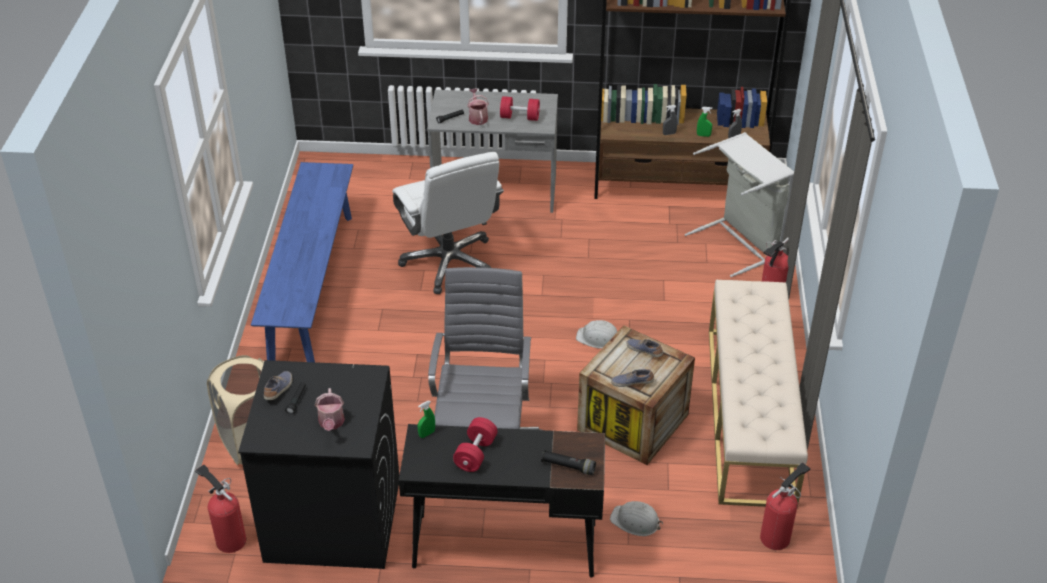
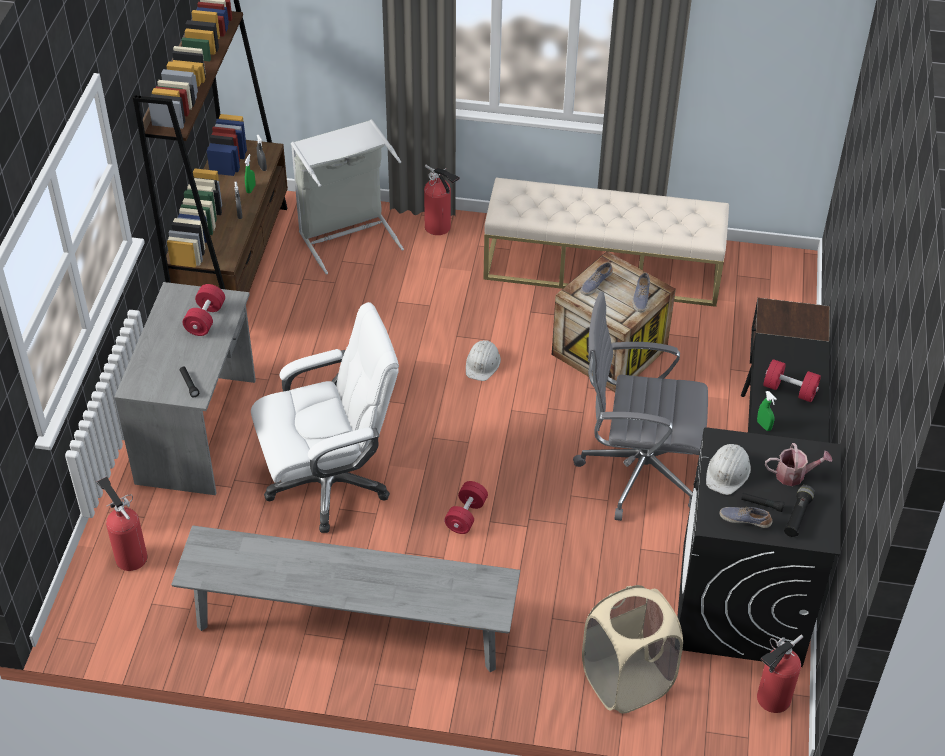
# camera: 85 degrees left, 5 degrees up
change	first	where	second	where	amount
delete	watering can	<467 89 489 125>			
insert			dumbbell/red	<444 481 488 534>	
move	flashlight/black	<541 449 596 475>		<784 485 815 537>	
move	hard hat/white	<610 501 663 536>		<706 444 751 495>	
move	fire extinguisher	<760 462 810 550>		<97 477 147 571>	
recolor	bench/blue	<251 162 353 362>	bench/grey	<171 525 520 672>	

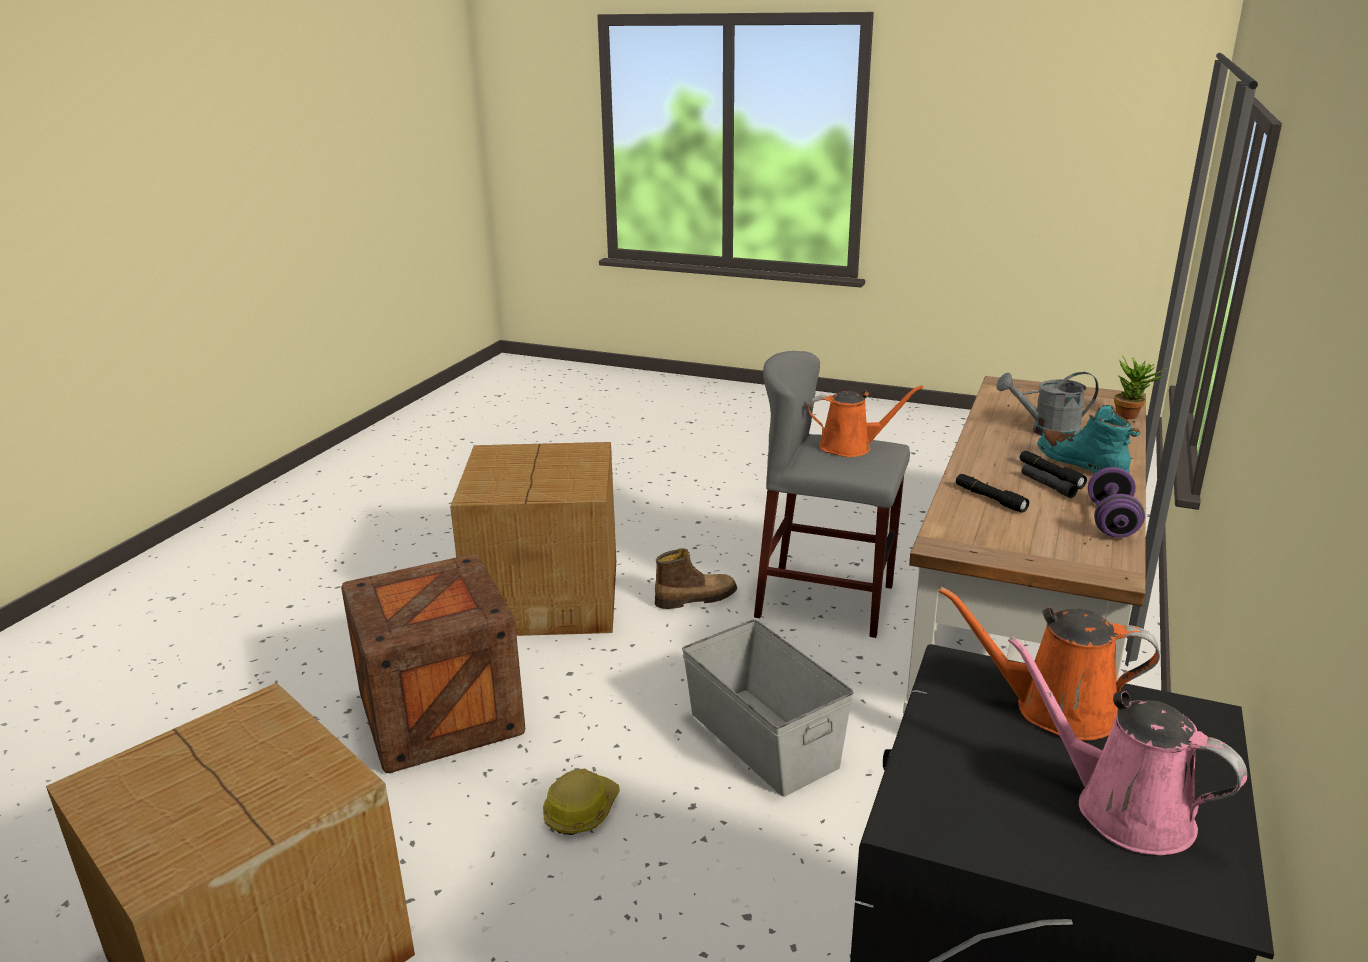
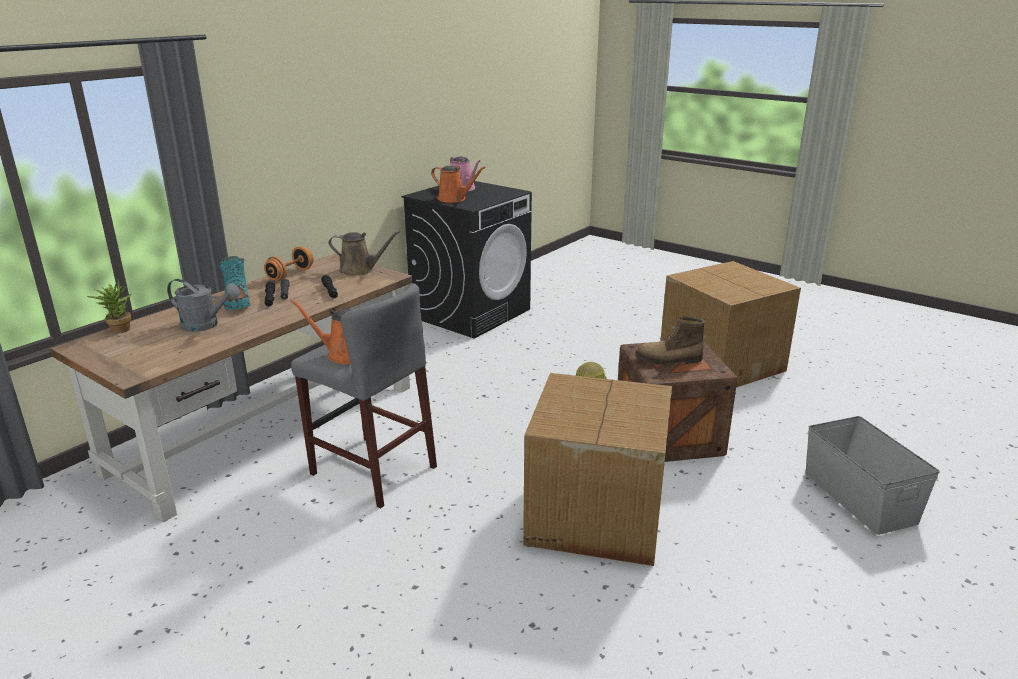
# camera: 165 degrees left, 0 degrees up
change	first	where	second	where	amount
insert			watering can/brown	<329 231 400 276>	
move	boot	<655 549 737 609>		<635 316 705 365>	
move	storage box/grey	<682 619 854 797>		<806 416 940 535>	
recolor	dumbbell/purple	<1088 467 1145 538>	dumbbell/orange	<264 246 313 281>	

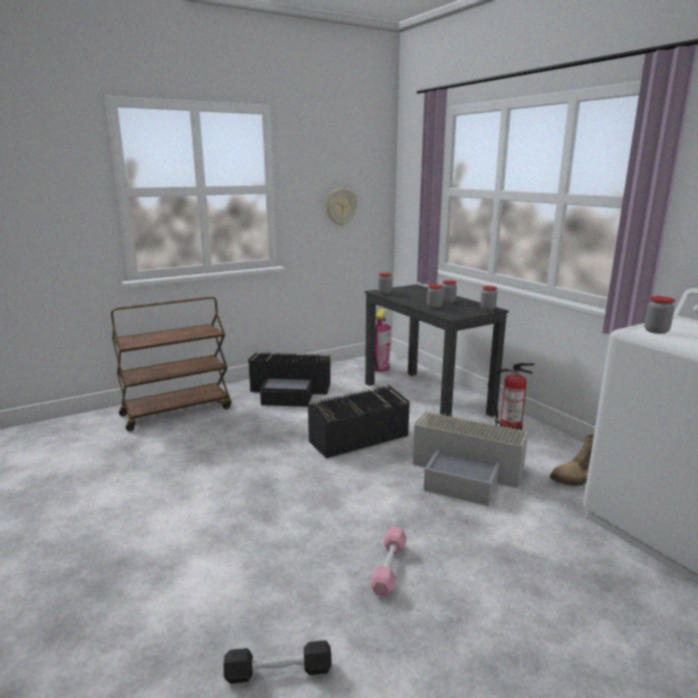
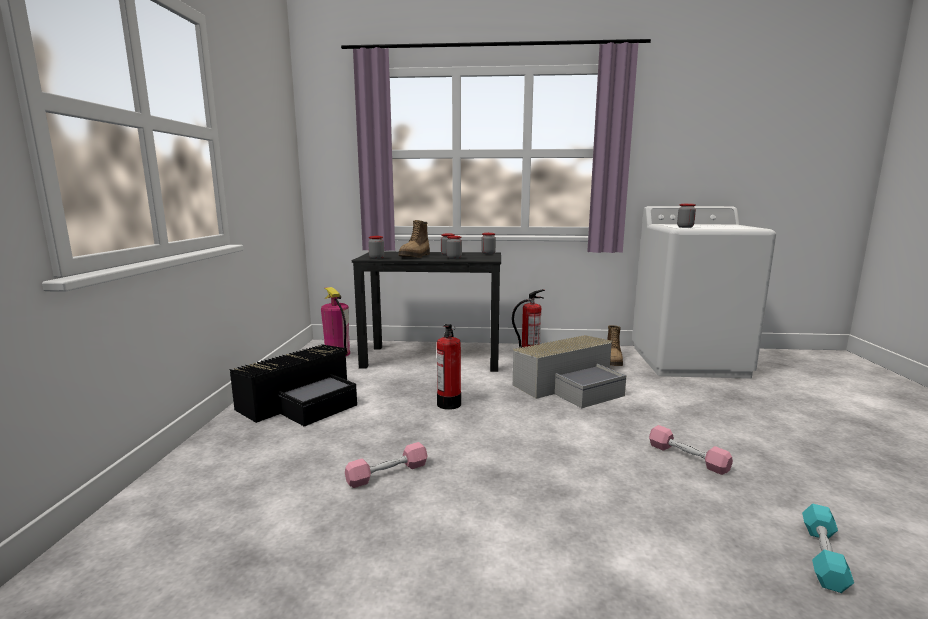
# camera: 55 degrees left, 5 degrees down
change	first	where	second	where	amount
delete	cart/brown	<111 297 231 431>			
delete	wall clock	<325 188 357 226>			
insert			dumbbell/pink	<345 442 428 488>	
insert			boot	<398 220 430 258>	
replace	storage box/black	<308 385 410 458>	fire extinguisher	<437 324 461 410>	
recolor	dumbbell/black	<224 640 332 684>	dumbbell/turquoise	<802 503 854 593>	

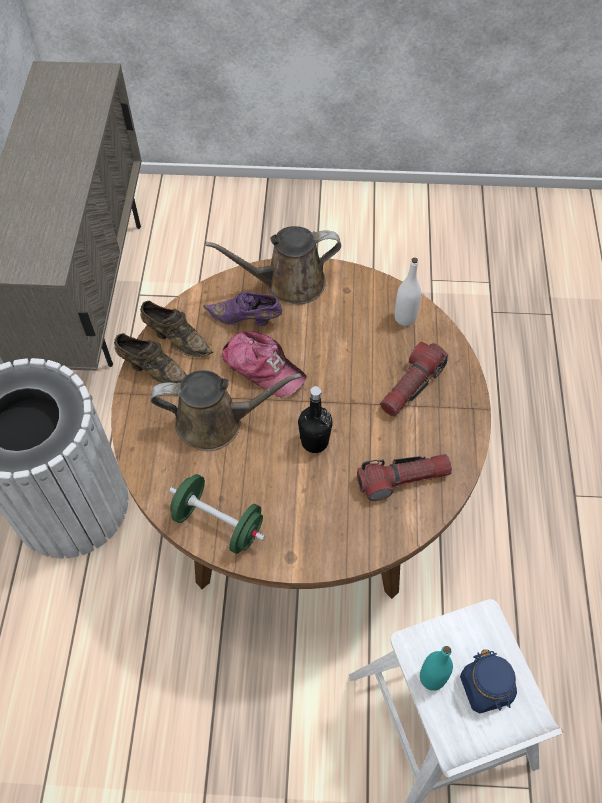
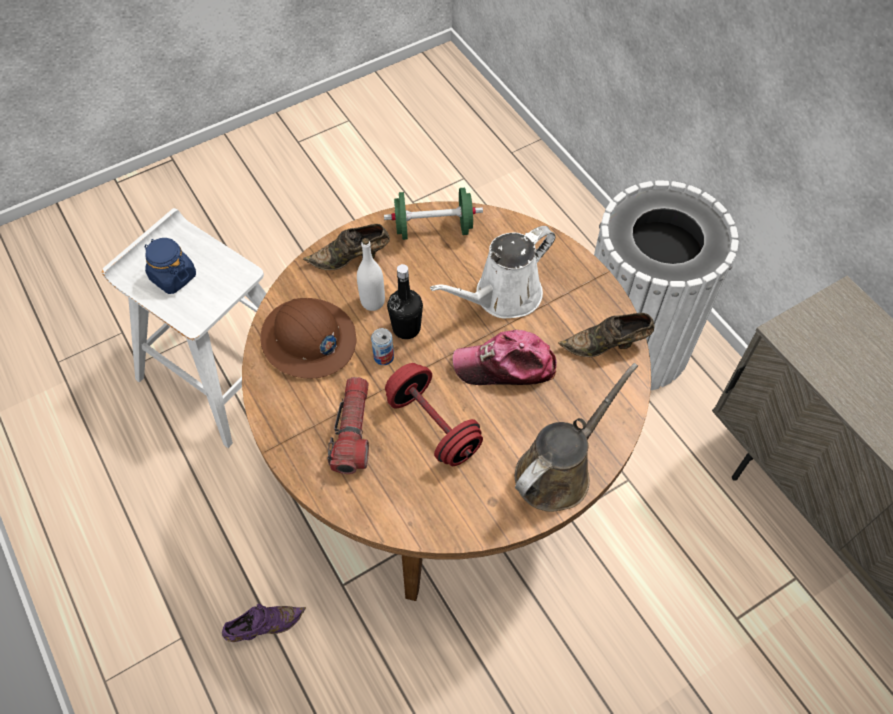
# camera: 145 degrees right, 0 degrees up
change	first	where	second	where	amount
delete	bottle/turquoise	<420 646 453 691>			
insert			can	<371 328 394 365>	
insert			dumbbell/red	<385 363 483 466>	
move	shoe/brown	<114 333 186 384>		<303 224 390 270>	
move	shoe/purple	<203 292 282 326>		<222 604 306 642>	
move	bottle/white	<394 258 421 326>		<357 238 385 311>	
replace	flashlight	<357 454 452 501>	hard hat/brown	<261 298 357 379>	
recolor	watering can/brown	<151 370 301 451>	watering can/white	<430 226 555 319>	

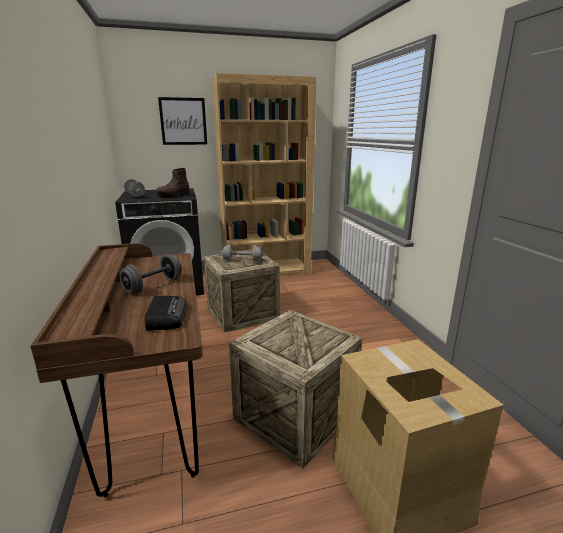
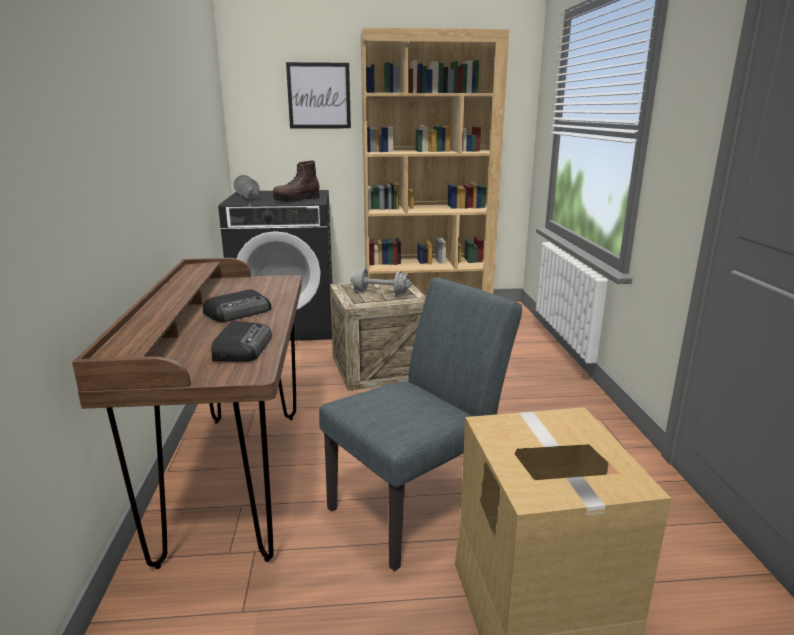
# camera: 10 degrees right, 0 degrees up
change	first	where	second	where	amount
replace	dumbbell/grey	<120 254 182 294>	radio	<203 289 272 322>	
replace	crate	<229 310 362 469>	chair/grey	<319 277 522 571>	

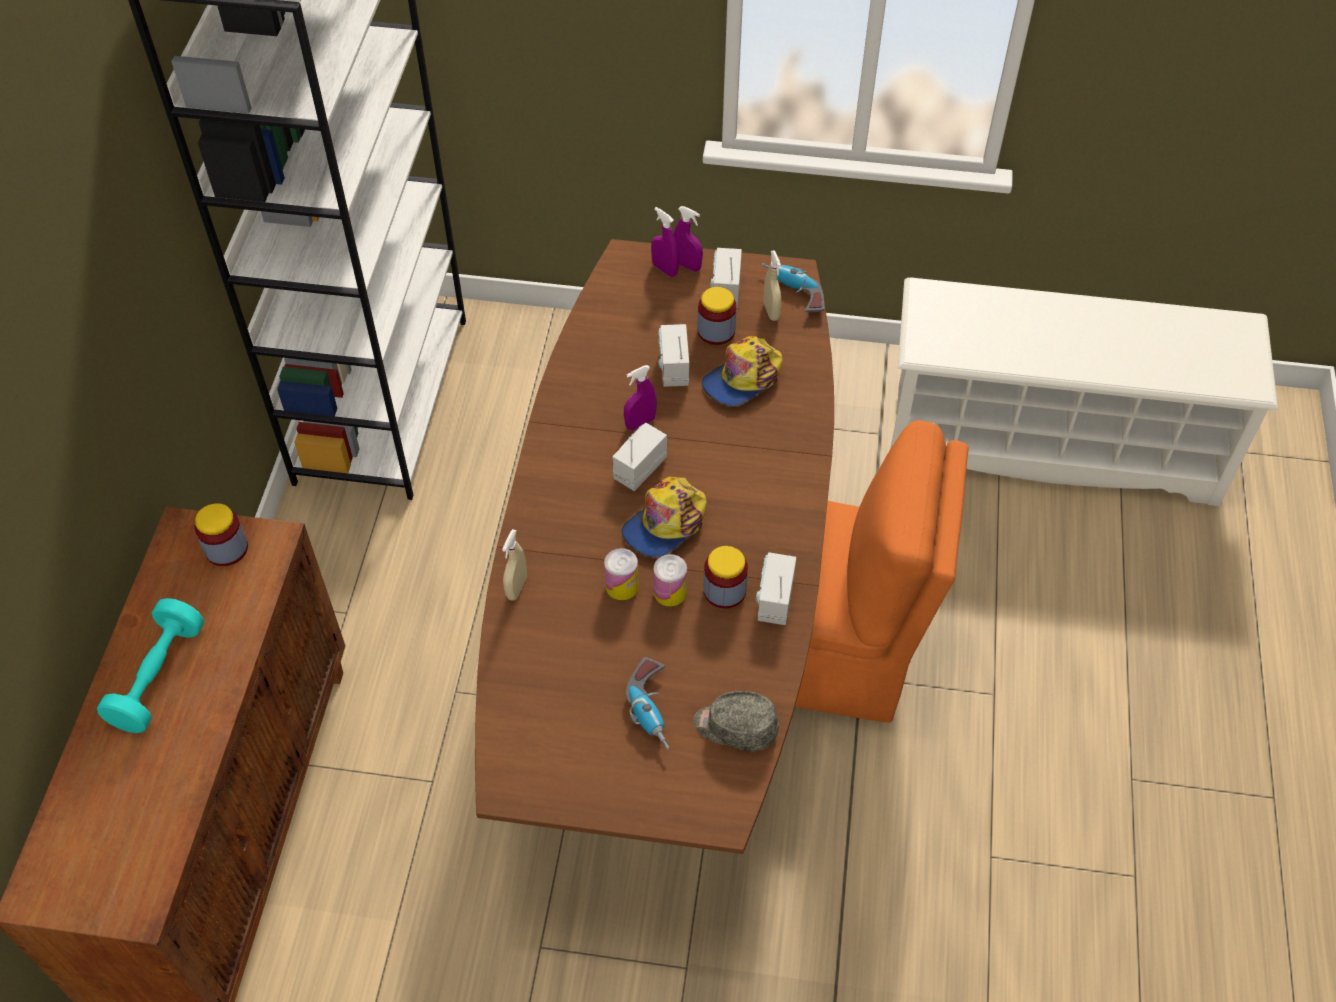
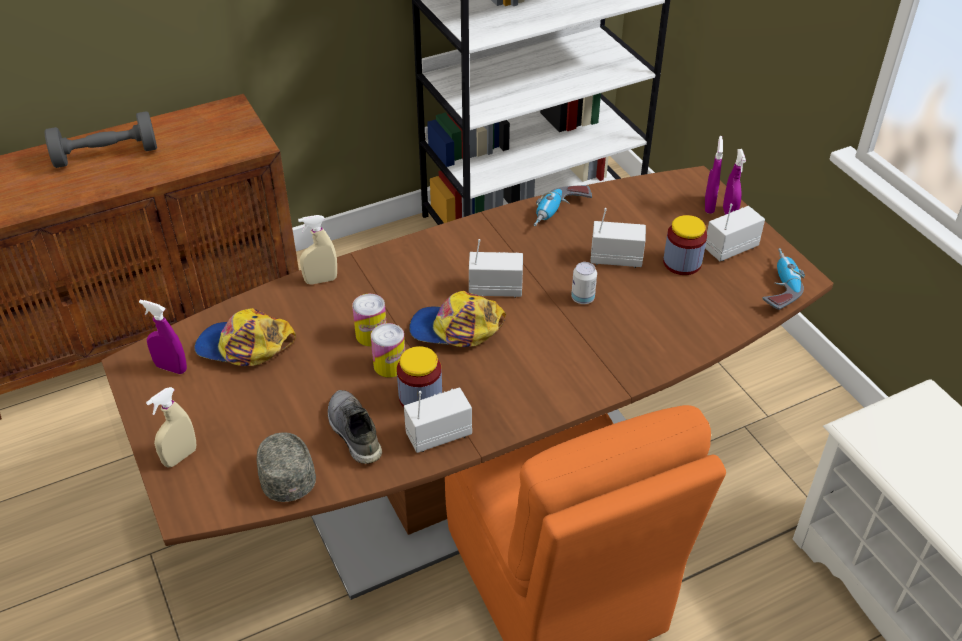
# camera: 55 degrees right, 10 degrees down
change	first	where	second	where	amount
delete	jar	<194 503 248 566>			
insert			shoe/grey	<328 390 382 464>	
insert			can	<571 262 597 304>	
move	spray bottle/purple	<624 365 657 430>		<139 300 187 374>	
move	power drill	<626 657 670 750>		<533 185 592 226>	
move	cap	<702 336 783 406>		<194 308 296 366>	
move	spray bottle/beige	<764 250 781 321>		<146 387 196 468>	
recolor	dumbbell/turquoise	<97 598 204 733>	dumbbell/grey	<44 111 157 168>	
rotate	radio	<658 324 689 387>		<591 208 646 268>	45 degrees clockwise

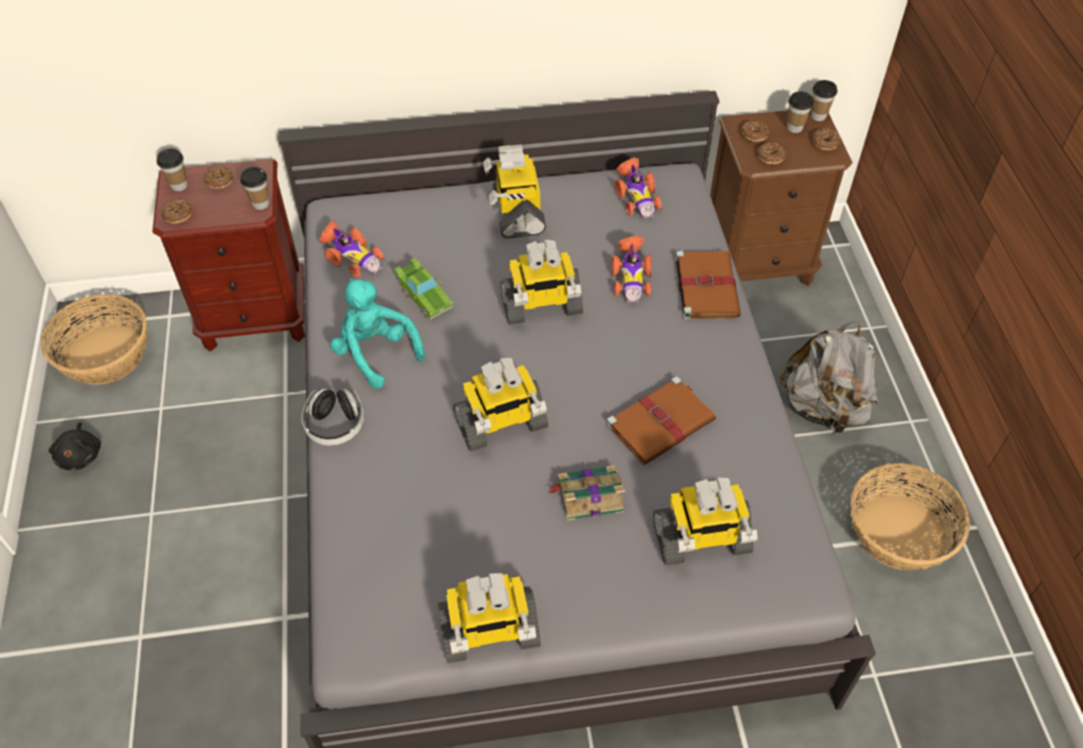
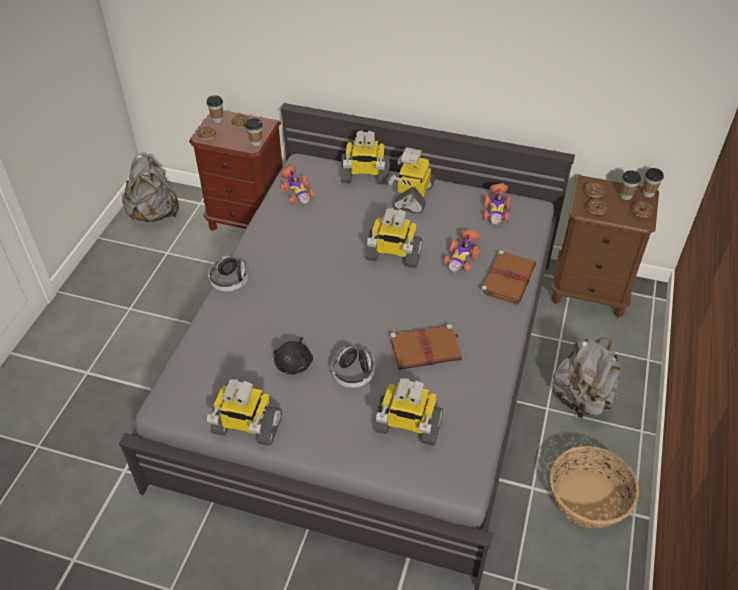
# camera: 25 degrees right, 5 degrees down
change	first	where	second	where	amount
delete	plush toy/turquoise	<330 279 425 389>			
delete	toy car/green	<394 258 453 320>			
move	plush toy/black	<49 422 101 470>		<274 337 313 375>	
move	toy robot	<453 358 548 451>		<341 130 390 184>	
replace	basket	<41 294 147 385>	backpack/grey	<122 155 179 222>	
replace	book	<549 465 625 521>	headphones	<331 346 375 388>	

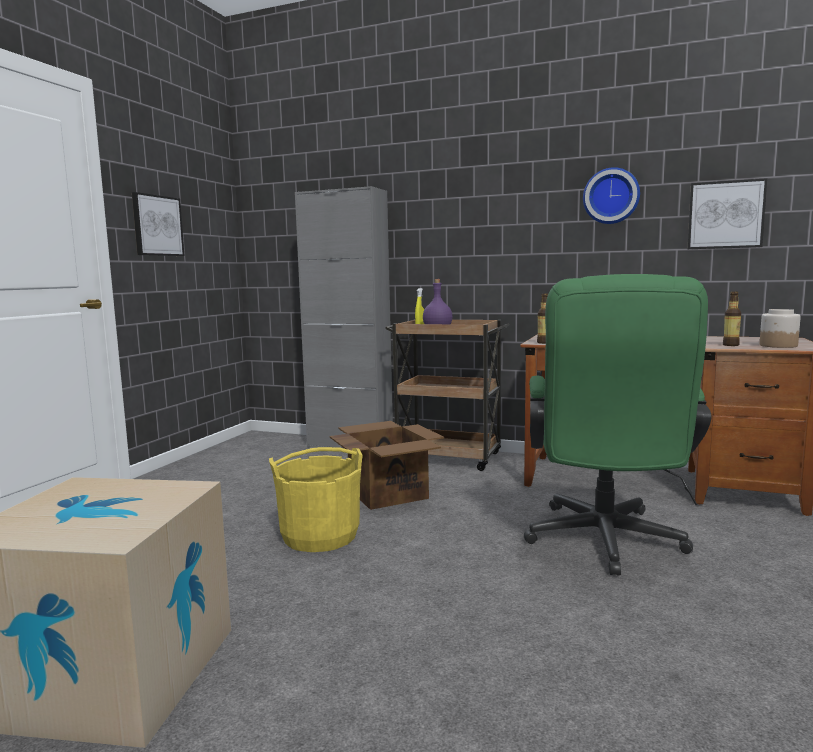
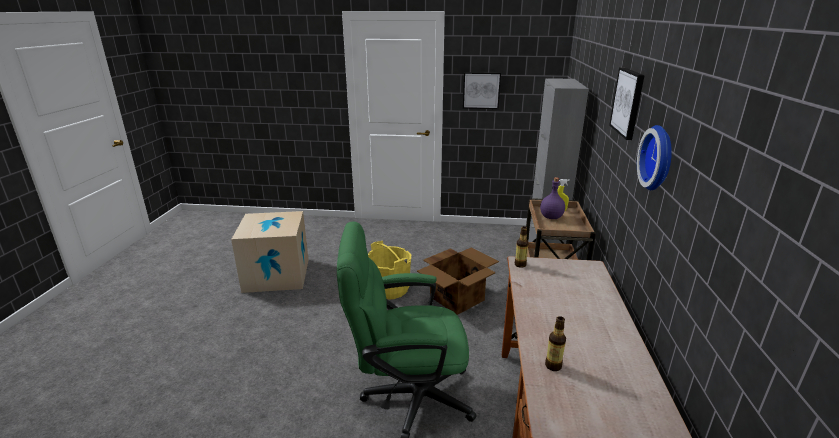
# camera: 75 degrees right, 15 degrees up
change	first	where	second	where	amount
delete	jar	<760 309 801 348>			
move	picture	<687 178 767 249>		<609 67 645 140>	

